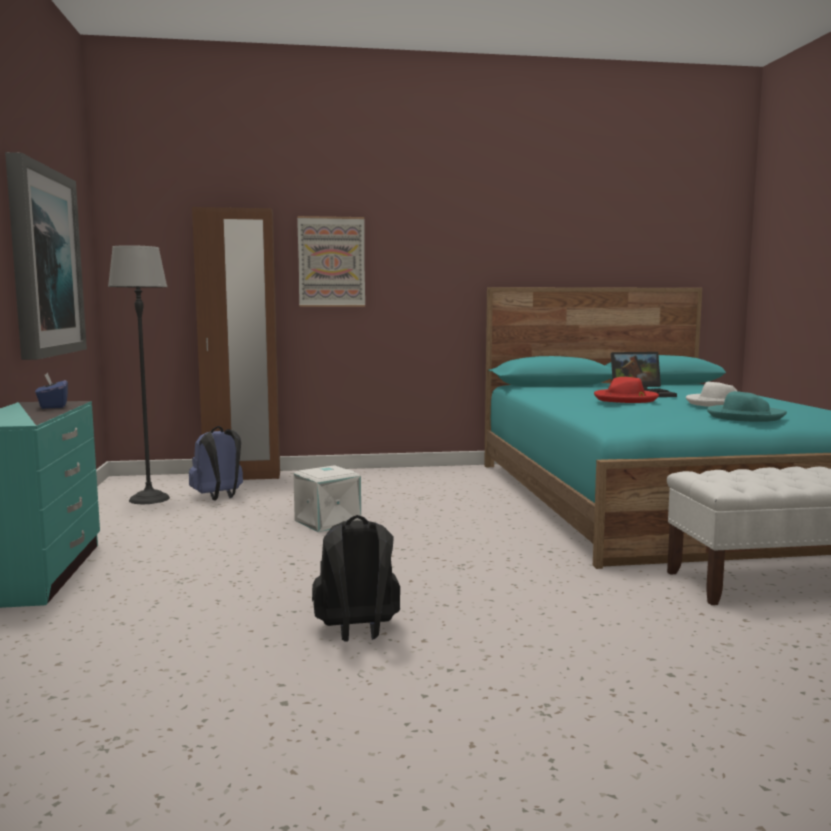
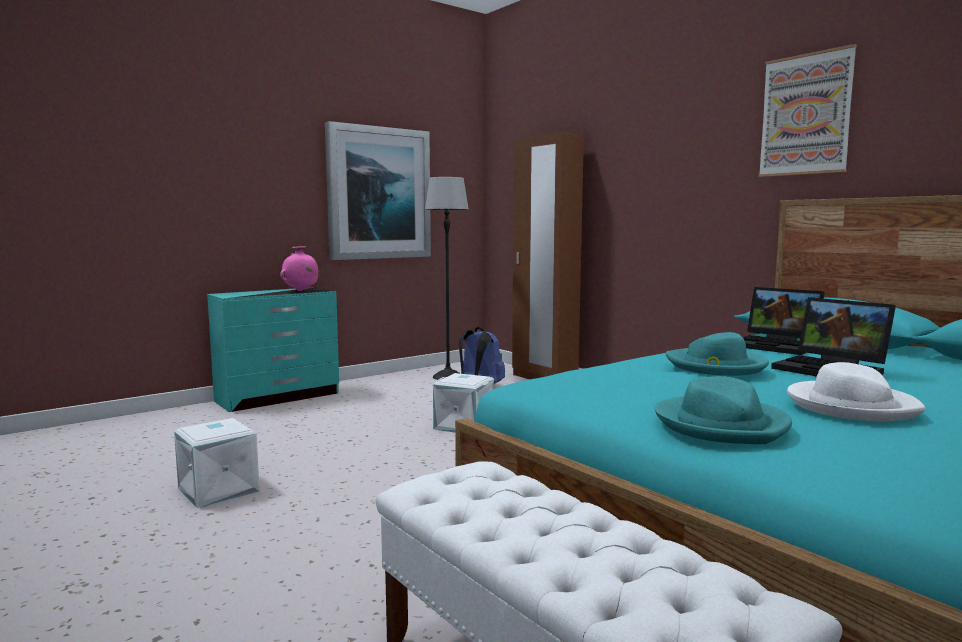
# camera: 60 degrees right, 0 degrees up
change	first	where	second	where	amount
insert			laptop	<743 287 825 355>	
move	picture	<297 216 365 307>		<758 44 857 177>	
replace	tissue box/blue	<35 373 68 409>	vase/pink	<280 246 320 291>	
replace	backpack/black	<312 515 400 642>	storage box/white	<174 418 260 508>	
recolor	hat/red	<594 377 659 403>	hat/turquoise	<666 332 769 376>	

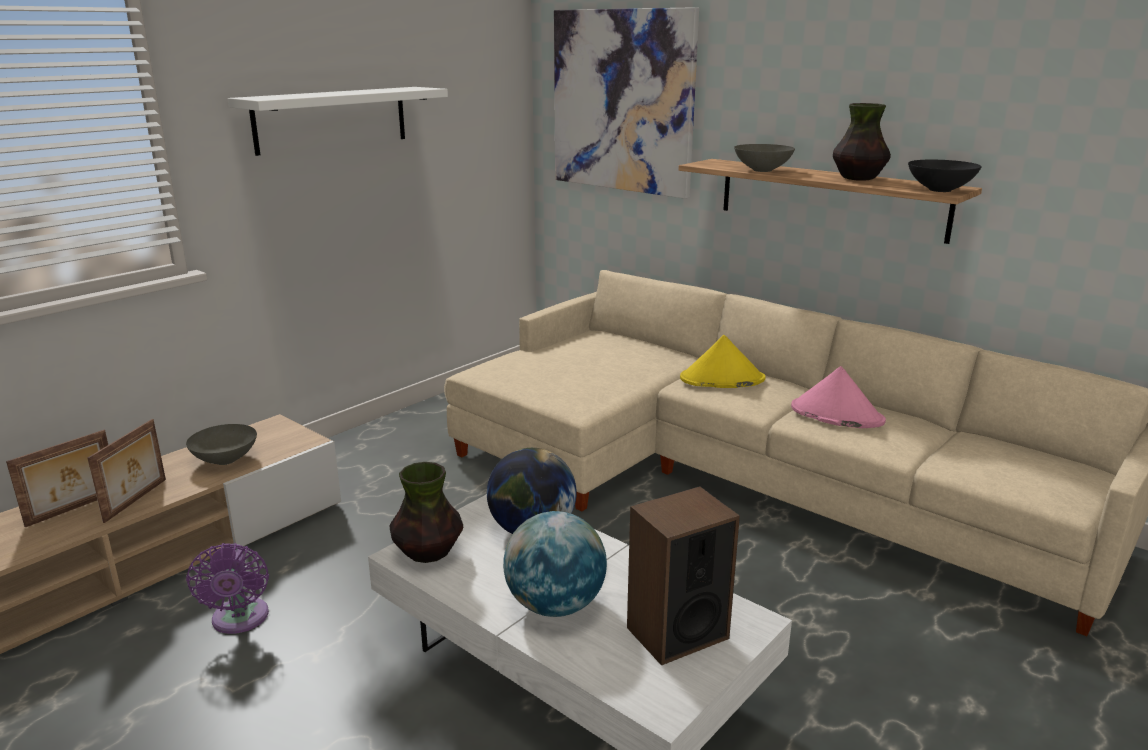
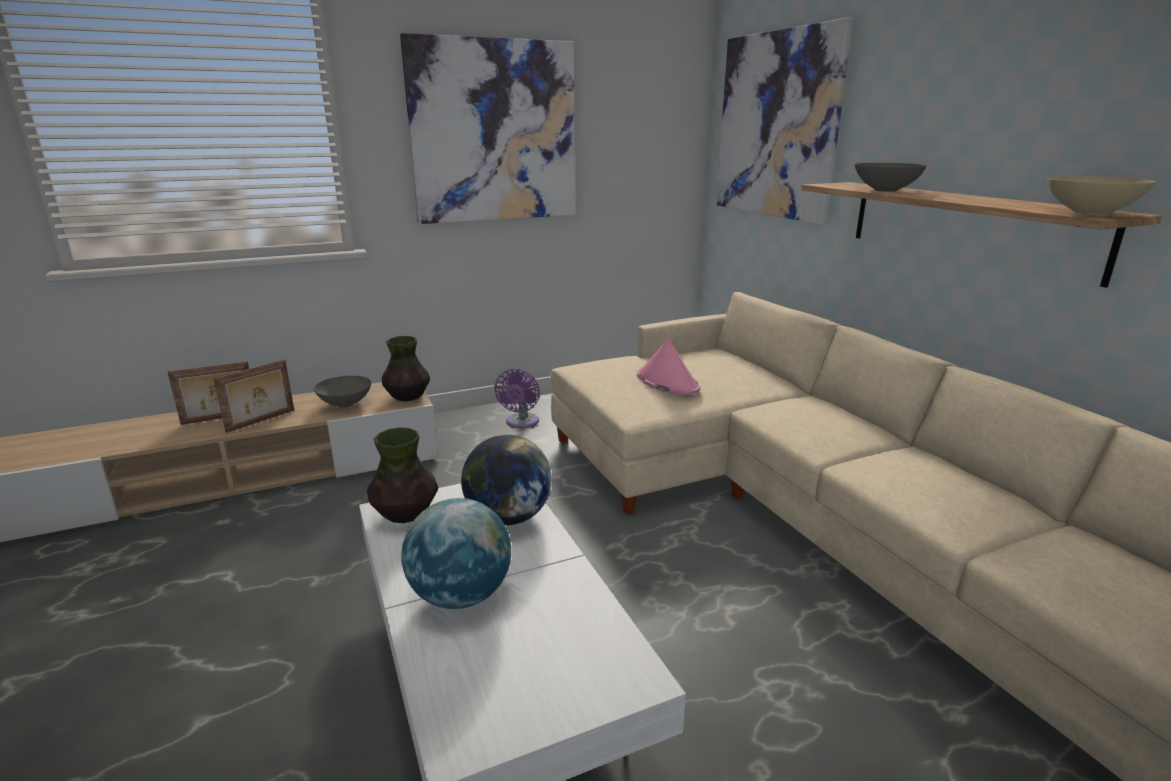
# camera: 25 degrees right, 0 degrees up
change	first	where	second	where	amount
delete	speaker	<627 486 740 665>			
delete	hat/yellow	<680 335 766 388>			
move	fan/purple	<186 543 269 634>		<494 369 540 428>	
move	hat/pink	<791 366 886 428>		<637 338 700 395>	
move	vase	<833 103 891 181>		<382 336 430 401>	
replace	shelf/white	<227 87 448 156>	picture	<400 33 575 224>	
recolor	bowl/black	<908 160 982 192>	bowl/beige	<1047 176 1156 215>	

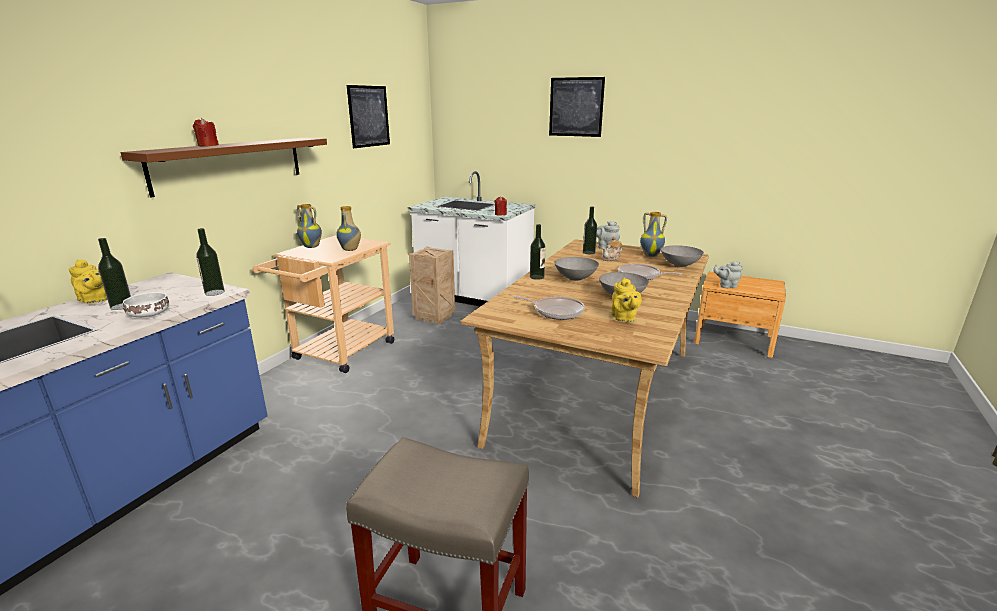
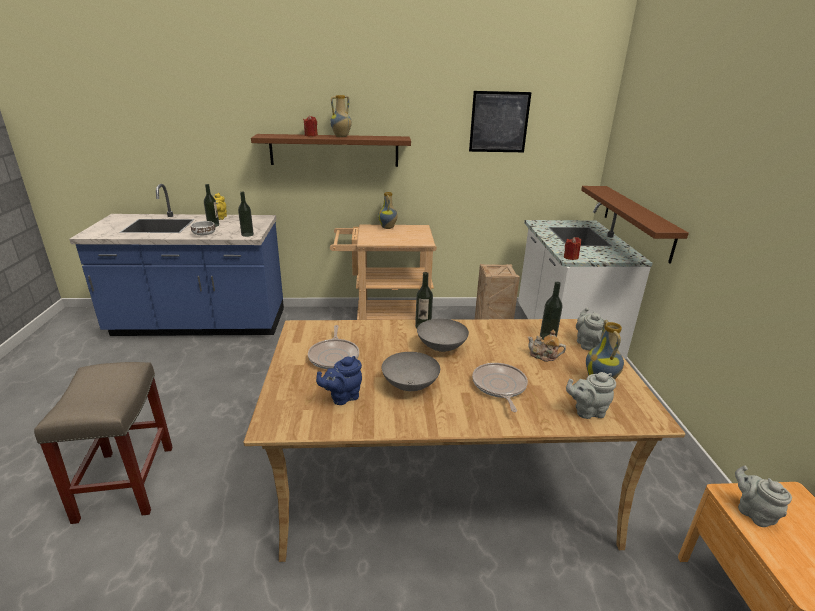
# camera: 60 degrees right, 5 degrees up
change	first	where	second	where	amount
delete	picture	<549 77 605 137>			
insert			shelf/brown	<581 186 689 264>	
move	vase	<336 206 361 251>		<330 95 352 137>	
replace	bowl/grey	<661 245 704 267>	teapot/grey	<566 372 616 419>	
recolor	teapot/yellow	<611 277 642 322>	teapot/blue	<316 356 362 405>	

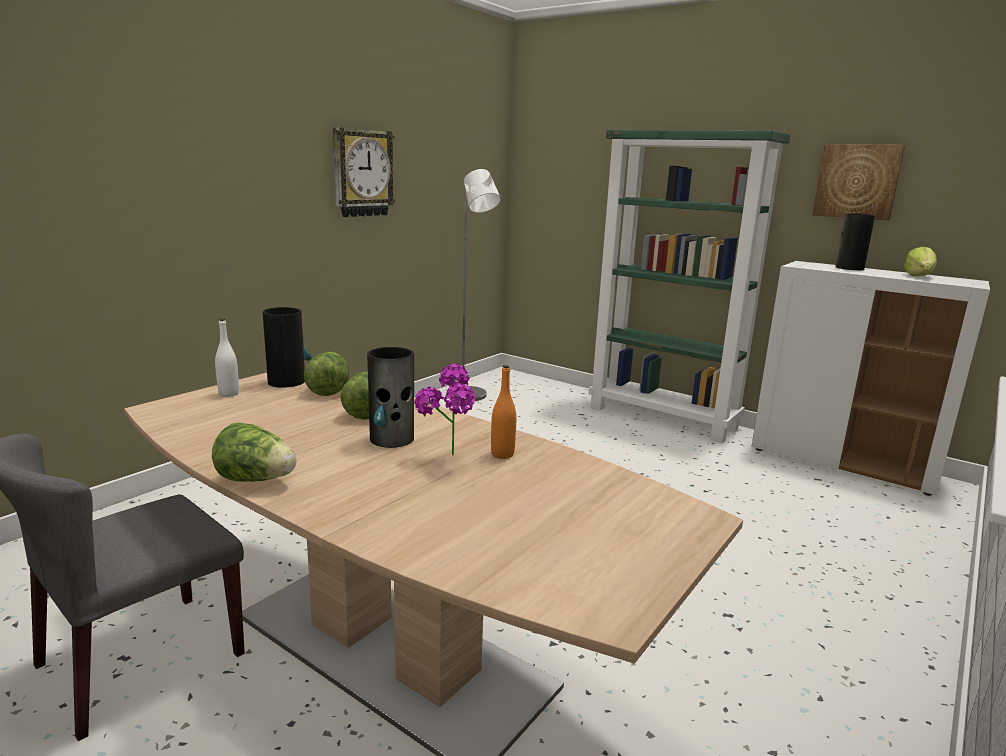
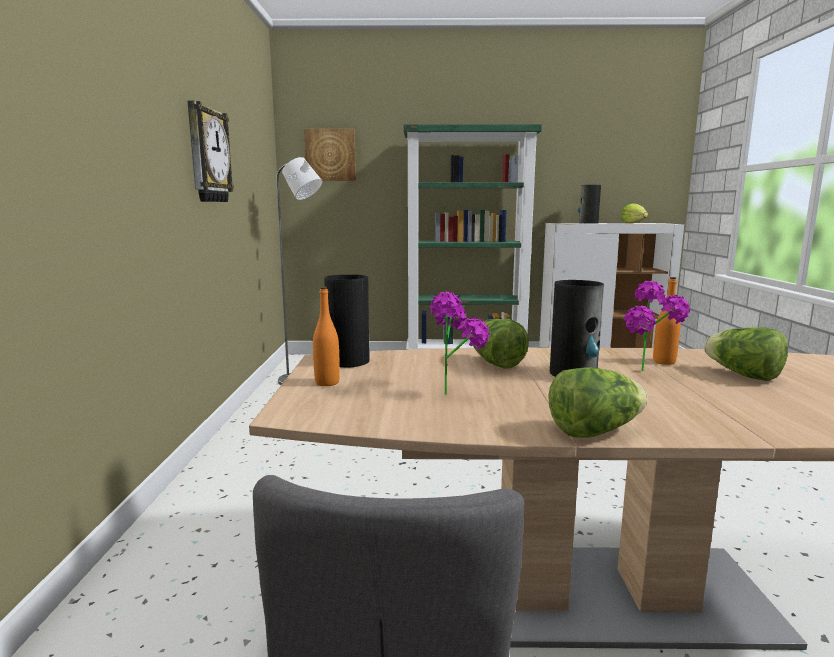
# camera: 35 degrees left, 5 degrees down
change	first	where	second	where	amount
insert			potted plant	<430 292 490 395>	
move	lettuce	<304 352 349 396>		<704 327 788 381>	
move	picture	<812 144 905 220>		<304 129 356 181>	
recolor	bottle/white	<215 318 239 397>	bottle/orange	<313 287 340 386>	

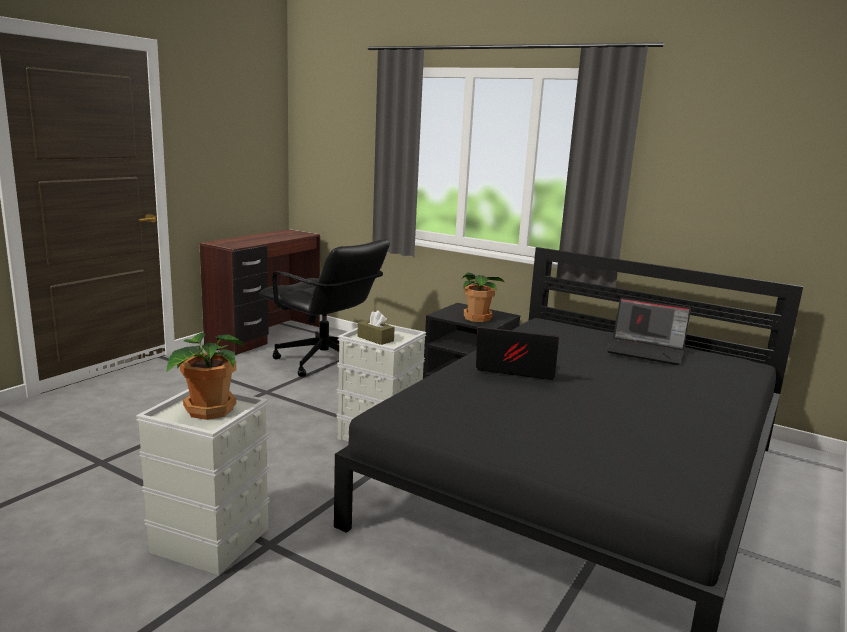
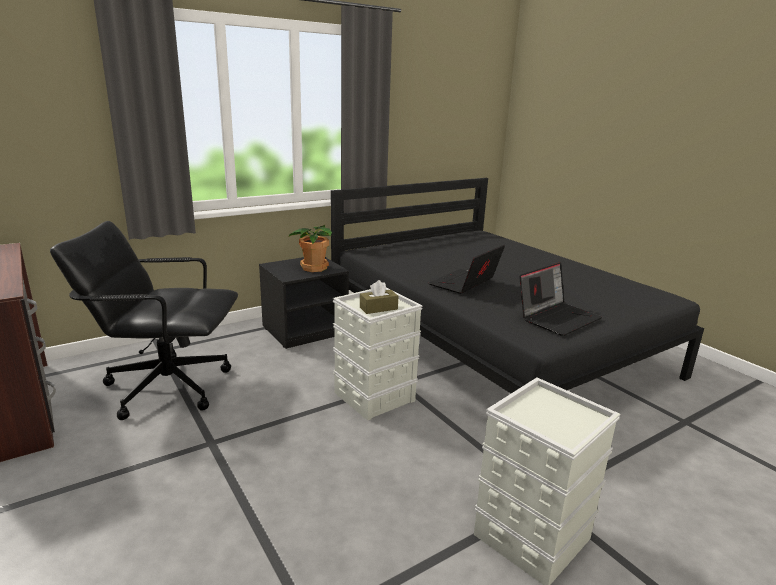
# camera: 65 degrees left, 5 degrees up
change	first	where	second	where	amount
delete	potted plant	<166 332 243 420>			
move	laptop	<606 298 691 365>		<519 262 602 336>	
rotate	office chair/black	<259 239 390 377>		<50 221 238 420>	150 degrees counterclockwise

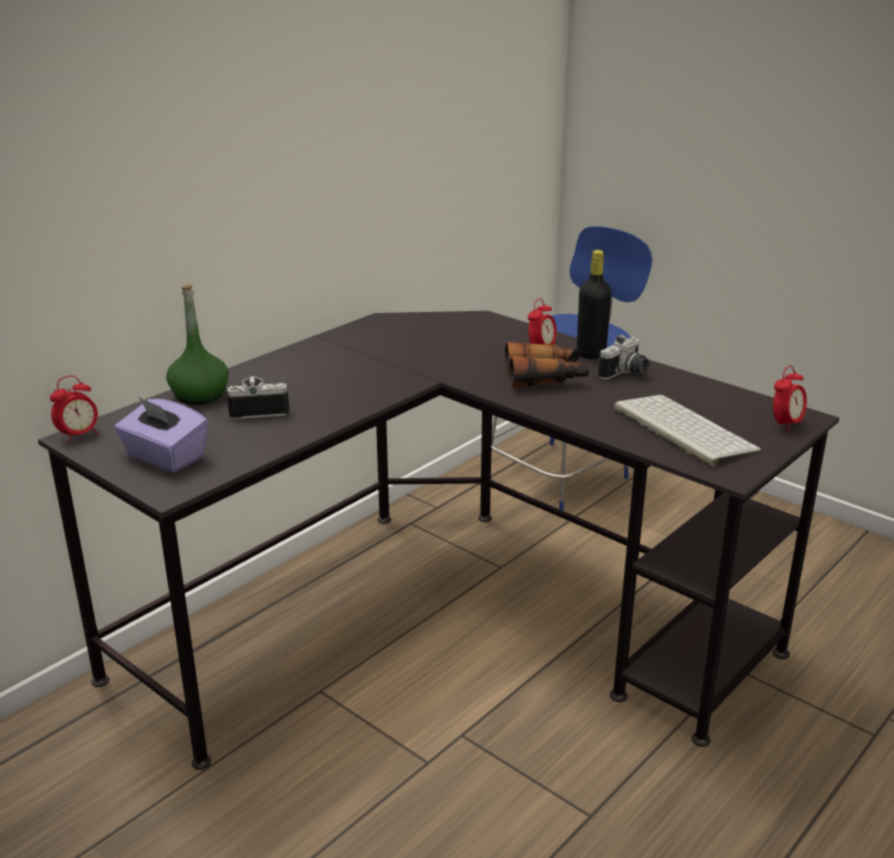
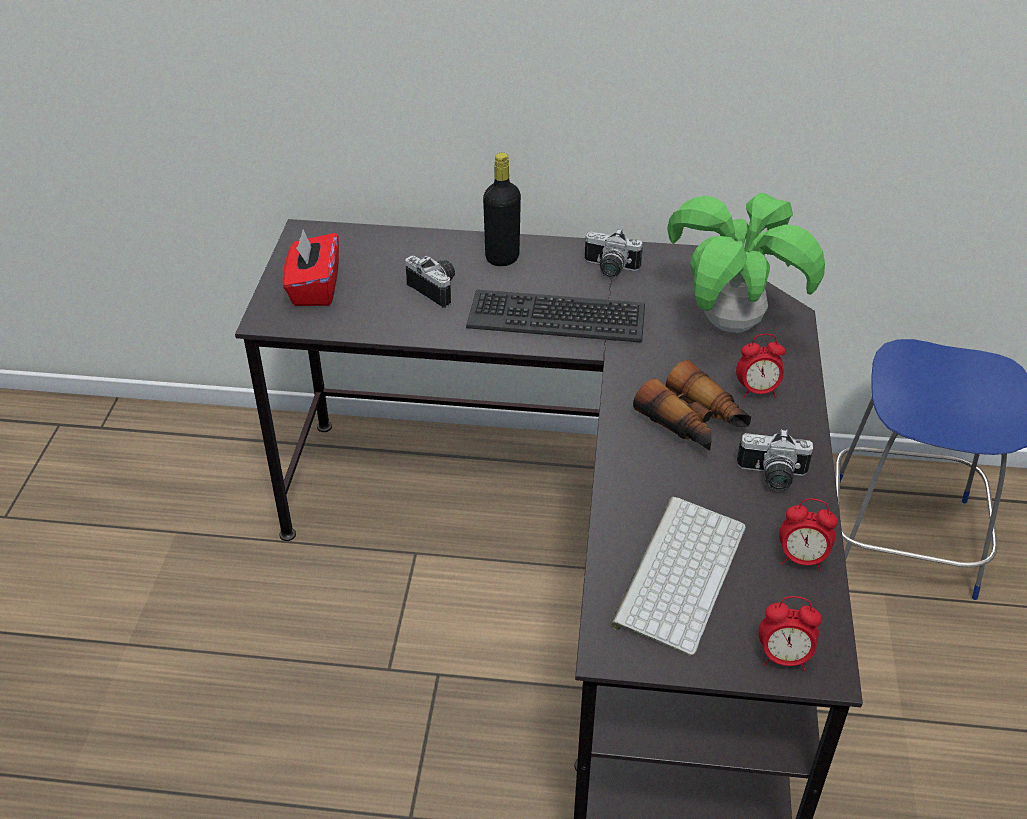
# camera: 55 degrees right, 15 degrees up
change	first	where	second	where	amount
delete	bottle/green	<166 284 229 405>			
insert			keyboard	<466 289 645 343>	
insert			photo camera	<585 229 643 278>	
insert			potted plant	<667 193 825 333>	
move	alarm clock	<50 375 98 443>		<779 499 838 571>	
move	bottle/black	<577 250 612 359>		<483 153 521 266>	
recolor	tissue box/purple	<115 396 208 472>	tissue box/red	<283 229 339 306>	

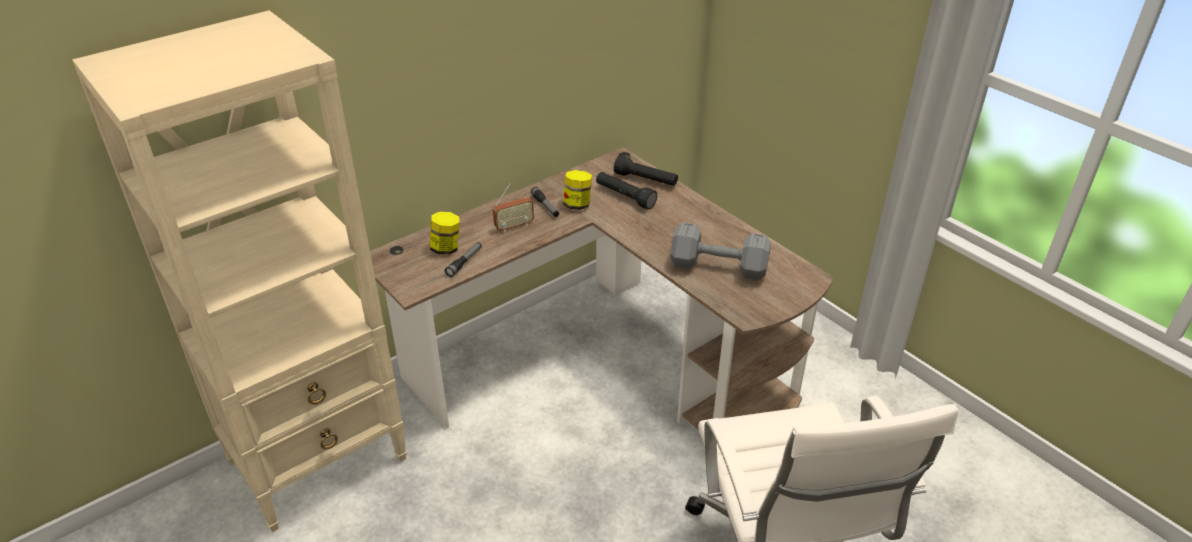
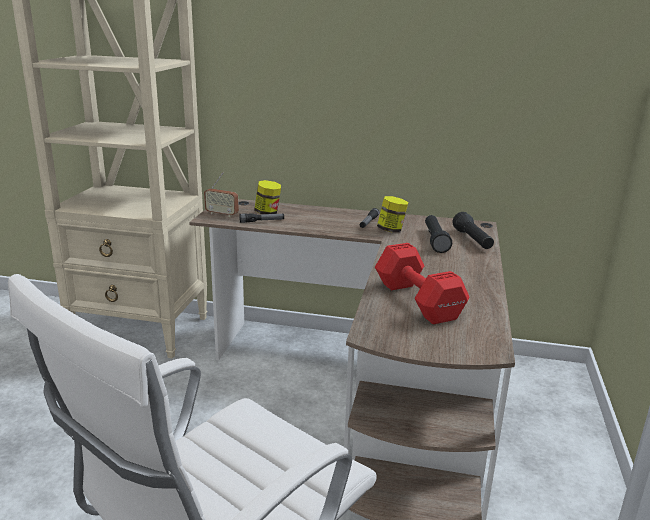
# camera: 50 degrees right, 15 degrees down
change	first	where	second	where	amount
move	radio	<493 182 534 232>		<204 172 239 217>	
recolor	dumbbell/grey	<670 222 771 280>	dumbbell/red	<375 243 469 324>	

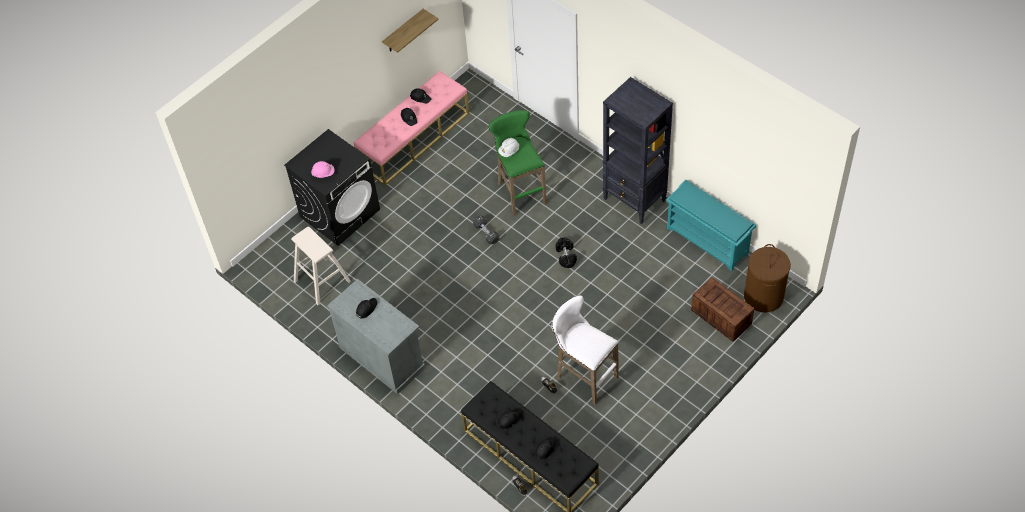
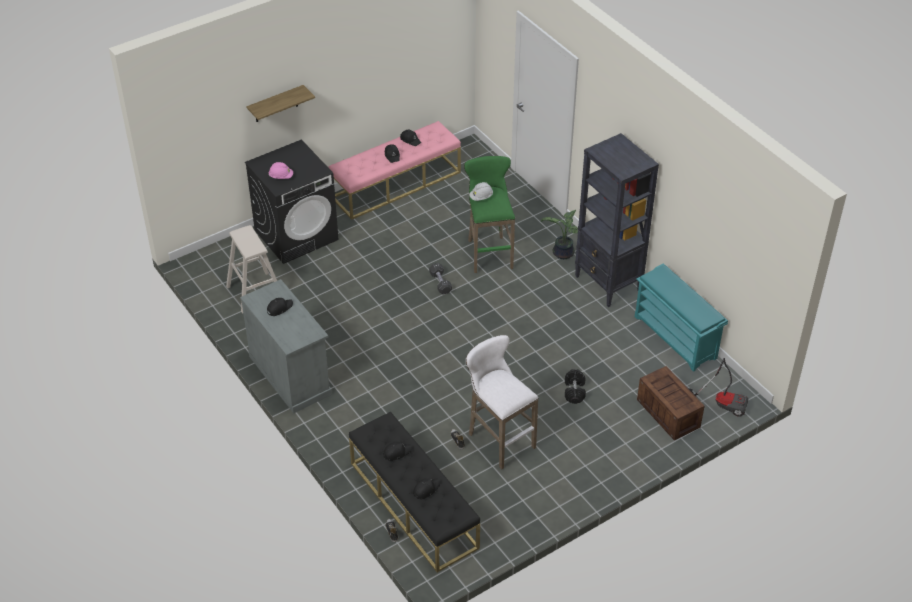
# camera: 10 degrees right, 10 degrees down
change	first	where	second	where	amount
insert			potted plant	<541 210 578 259>	
move	shelf	<382 9 439 53>		<246 85 315 122>	
move	dumbbell/black	<556 237 577 268>		<565 369 586 404>	
replace	laundry basket/brown	<744 244 791 313>	vacuum cleaner	<689 358 748 417>	

